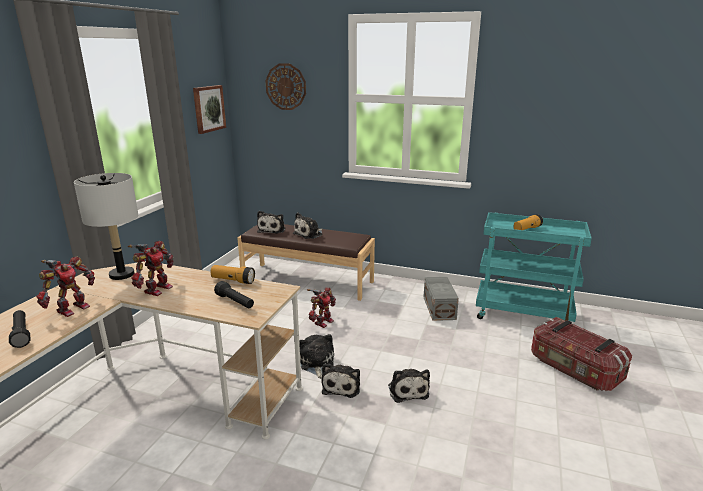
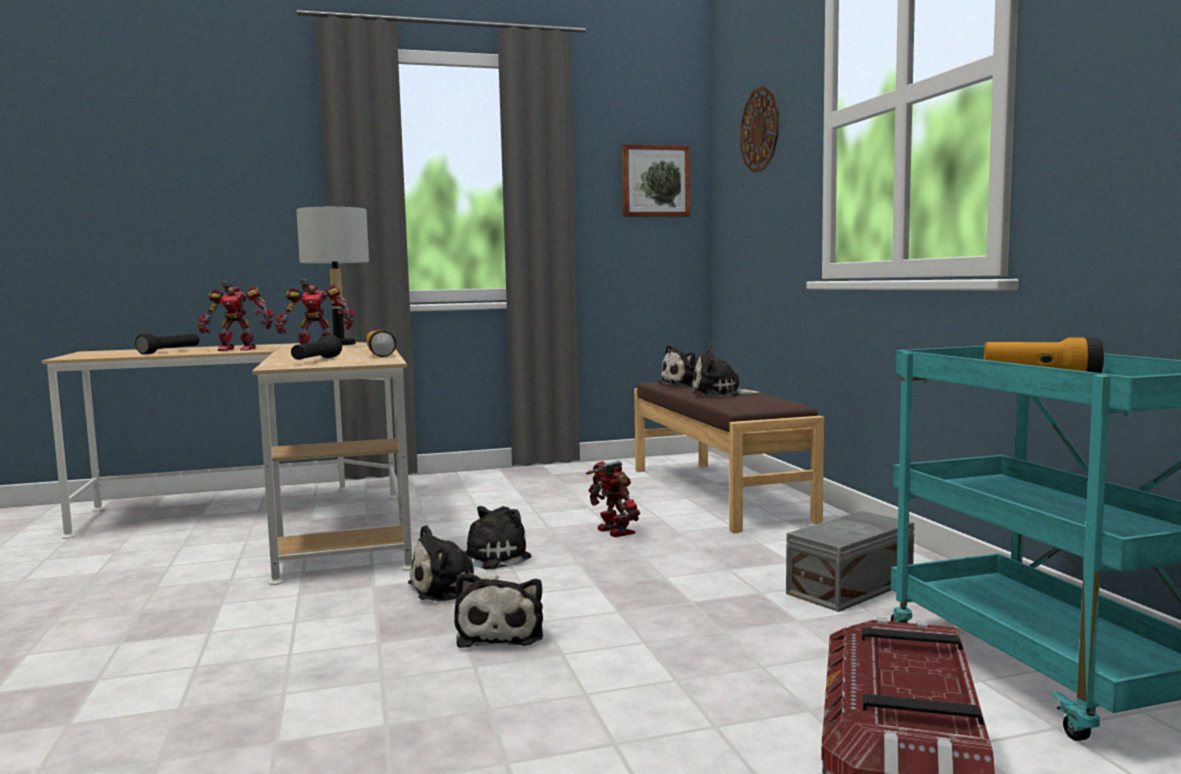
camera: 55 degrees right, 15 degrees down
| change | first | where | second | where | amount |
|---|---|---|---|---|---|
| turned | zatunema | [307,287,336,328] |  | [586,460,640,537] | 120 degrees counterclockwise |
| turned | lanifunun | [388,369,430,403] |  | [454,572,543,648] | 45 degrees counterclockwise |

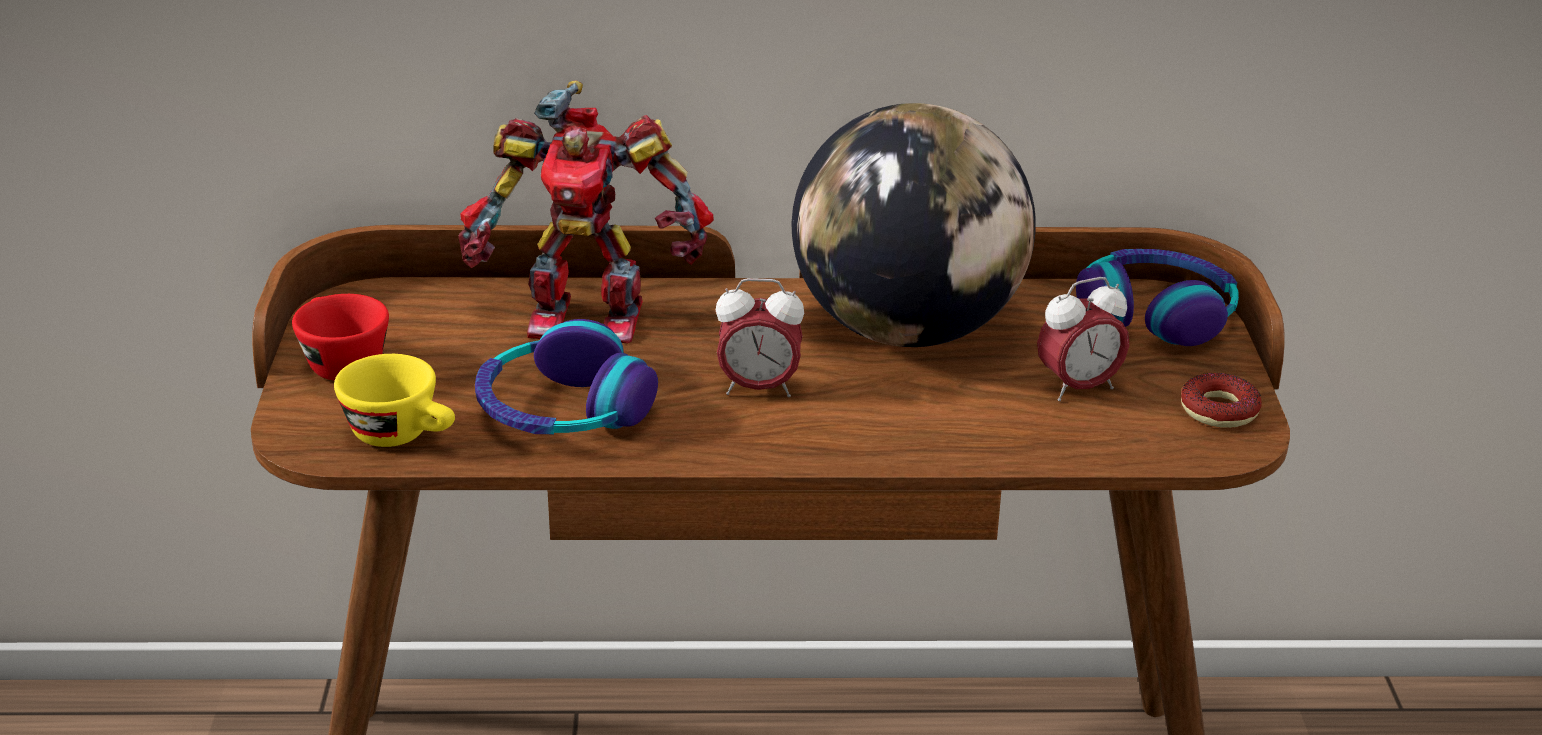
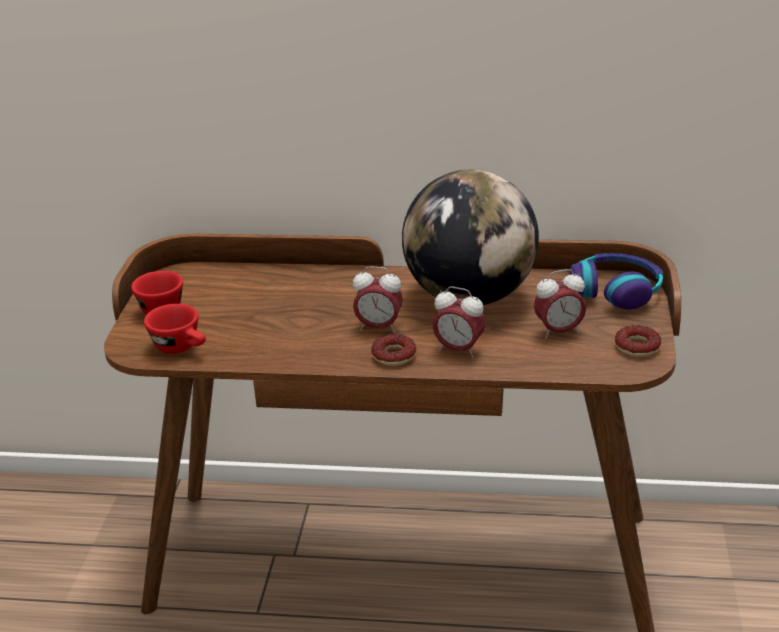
camera: 10 degrees right, 0 degrees up
| change | first | where | second | where | amount |
|---|---|---|---|---|---|
| removed | zatunema | [458,80,714,343] |  |  |  |
| removed | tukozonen | [475,319,658,435] |  |  |  |
| added |  |  | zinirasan | [371,334,416,366] |  |
| added |  |  | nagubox | [433,286,486,358] |  |
| recoloured | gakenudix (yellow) | [334,354,455,447] | gakenudix (red) | [144,304,206,354] |  |

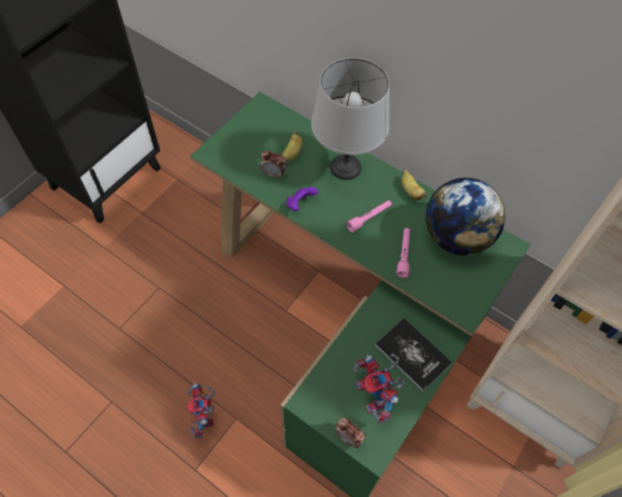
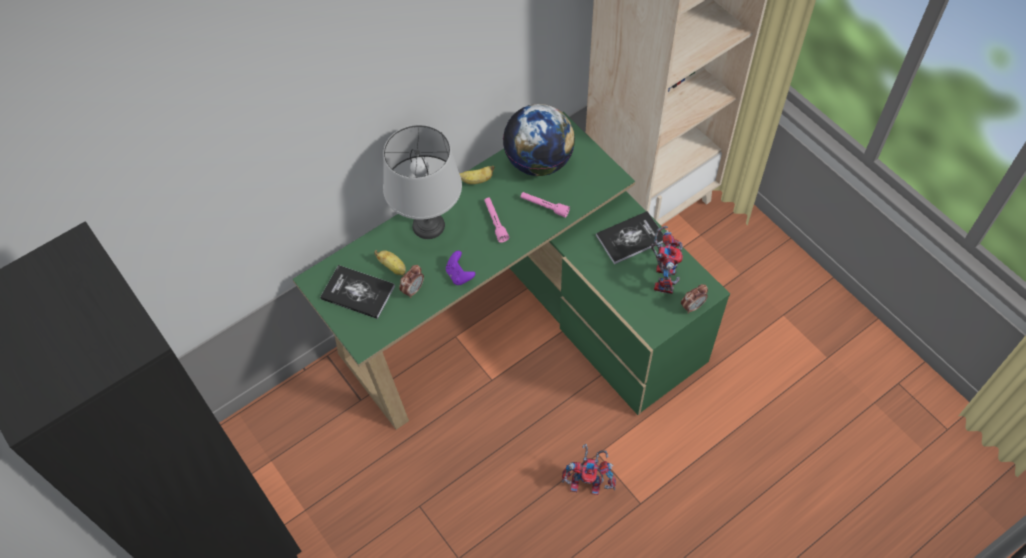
camera: 70 degrees left, 0 degrees up
| change | first | where | second | where | amount |
|---|---|---|---|---|---|
| added |  |  | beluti | [320,265,395,319] |  |
| turned | zatunema | [353,353,405,425] |  | [651,226,683,294] | 75 degrees counterclockwise |

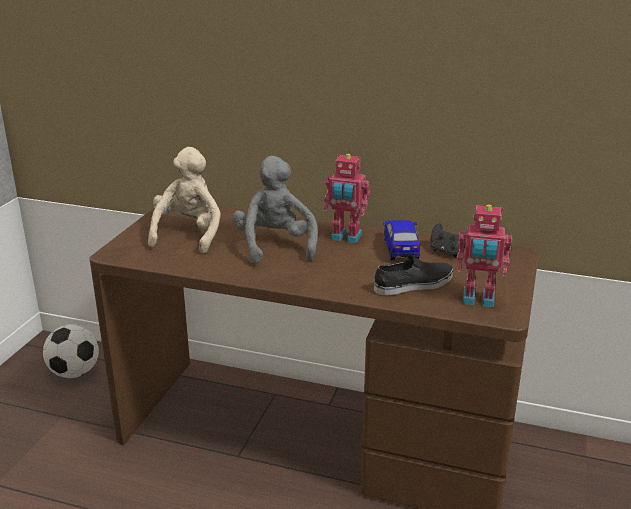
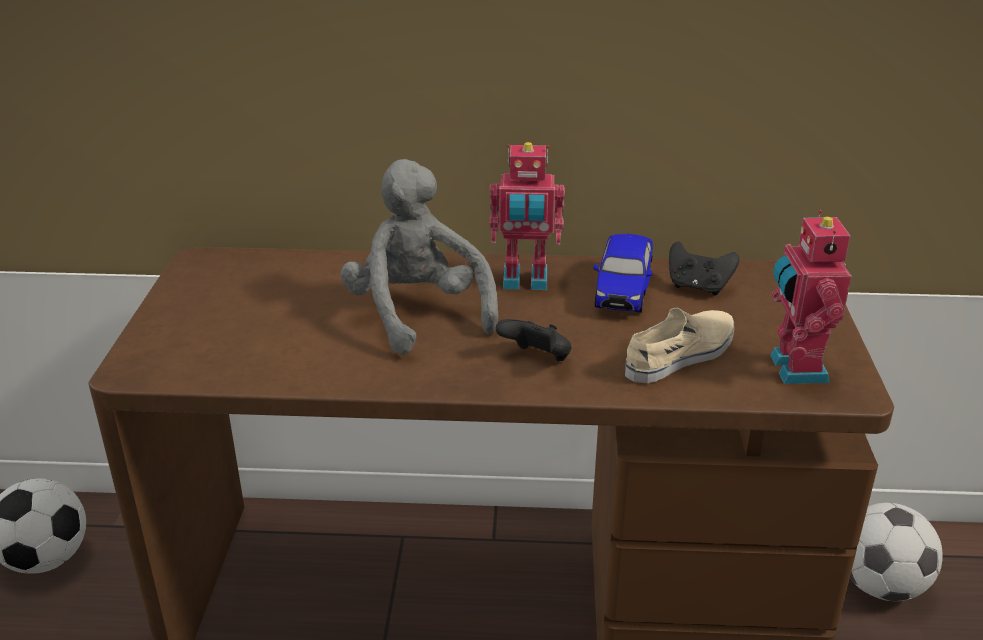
camera: 15 degrees left, 5 degrees up
| change | first | where | second | where | amount |
|---|---|---|---|---|---|
| removed | lanifunun (beige) | [148,147,221,253] |  |  |  |
| added |  |  | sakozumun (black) | [496,319,571,361] |  |
| added |  |  | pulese | [850,503,943,601] |  |
| recoloured | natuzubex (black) | [374,255,453,295] | natuzubex (beige) | [625,308,734,383] |  |
| turned | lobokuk | [383,220,420,261] |  | [594,234,653,313] | 150 degrees counterclockwise |
| turned | zatunema | [457,204,512,307] |  | [770,210,852,384] | 90 degrees clockwise |

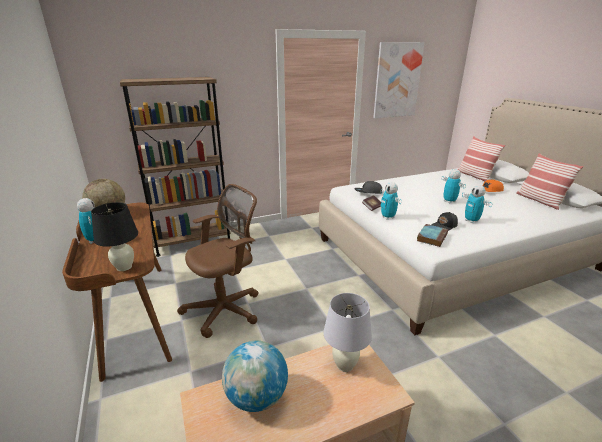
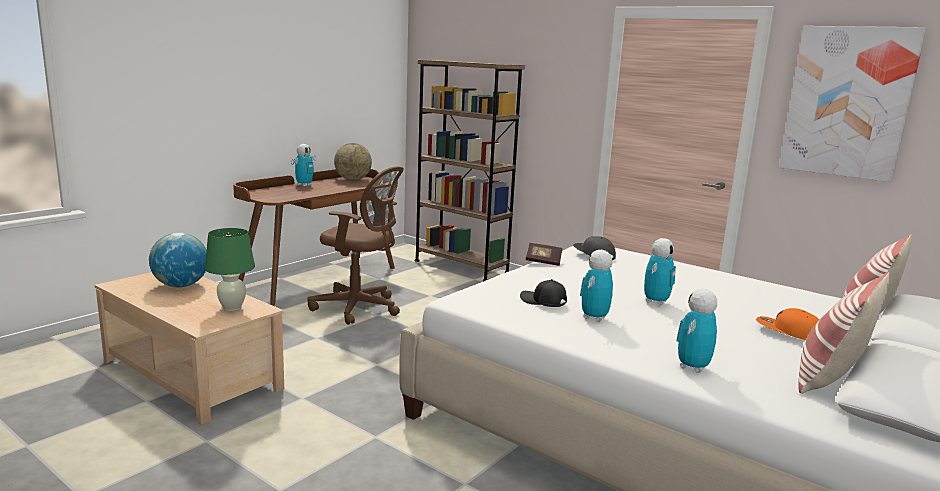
camera: 60 degrees right, 10 degrees down
| change | first | where | second | where | amount |
|---|---|---|---|---|---|
| removed | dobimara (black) | [91,202,138,271] |  |  |  |
| removed | beluti | [417,224,448,247] |  |  |  |
| moved | zatunema | [380,182,402,220] |  | [676,288,717,373] |  |
| recoloured | dobimara (white) | [323,293,372,372] | dobimara (green) | [205,228,255,311] |  |

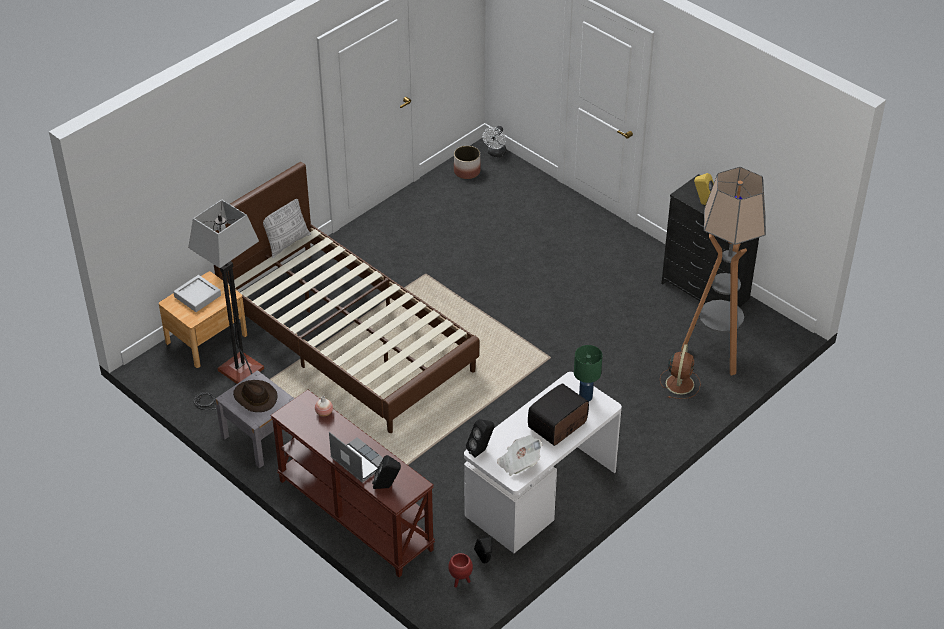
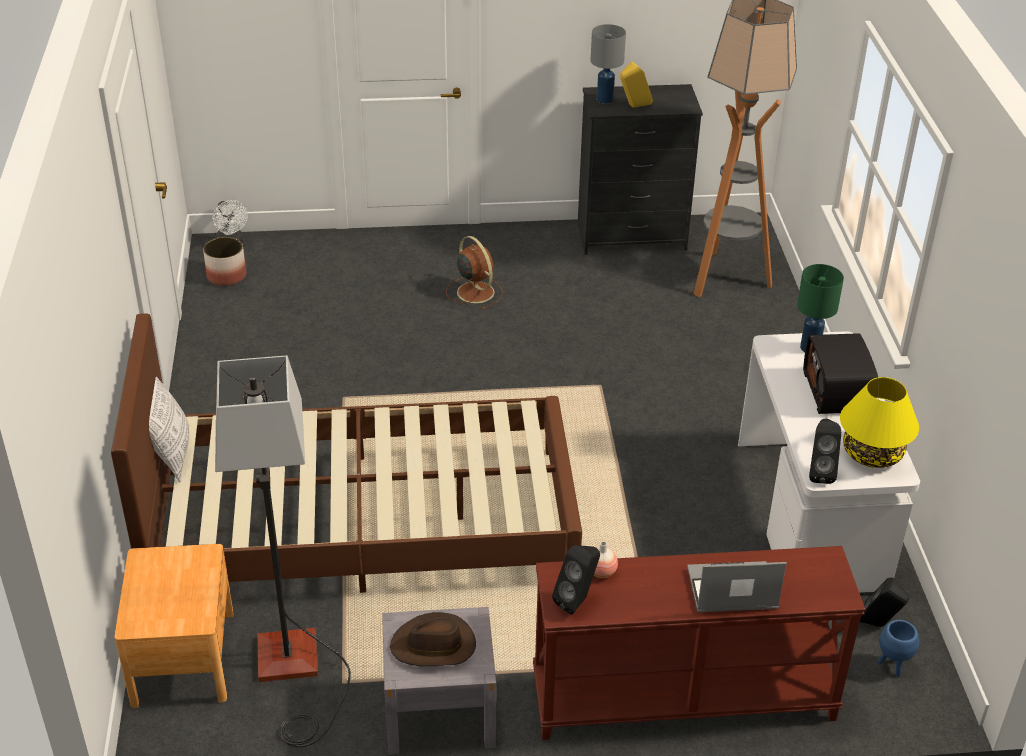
camera: 50 degrees left, 5 degrees down
| change | first | where | second | where | amount |
|---|---|---|---|---|---|
| removed | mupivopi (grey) | [173,275,221,312] |  |  |  |
| added |  |  | dobimara (grey) | [591,24,626,104] |  |
| moved | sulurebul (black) | [372,455,401,489] |  | [552,545,600,615] |  |
| moved | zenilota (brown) | [660,344,701,399] |  | [446,236,503,310] |  |
| replaced | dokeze | [497,435,543,476] | dobimara (yellow) | [840,377,919,468] |  |
| recoloured | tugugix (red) | [448,553,473,588] | tugugix (blue) | [877,620,919,677] |  |

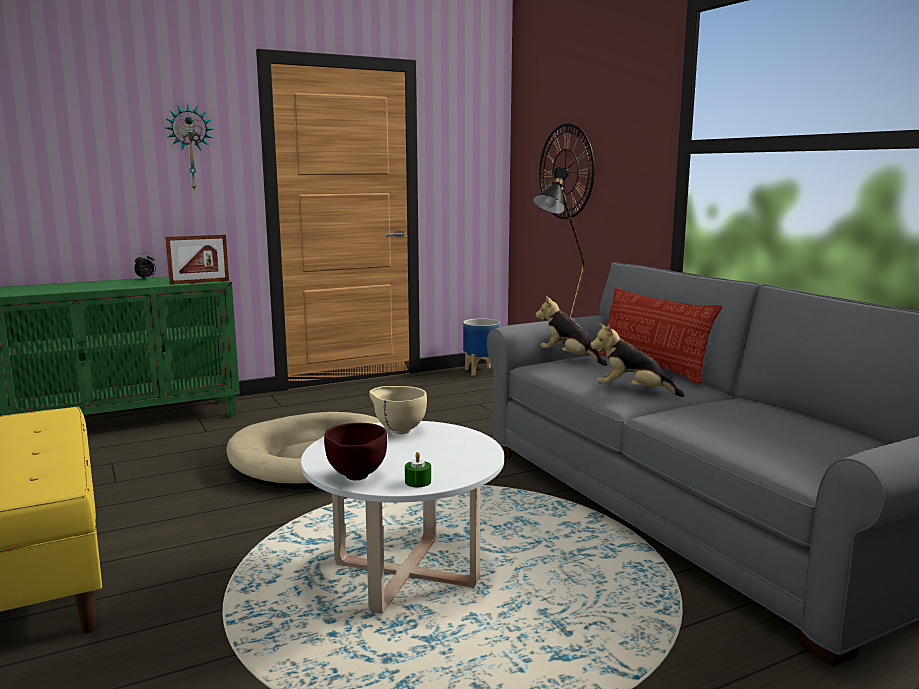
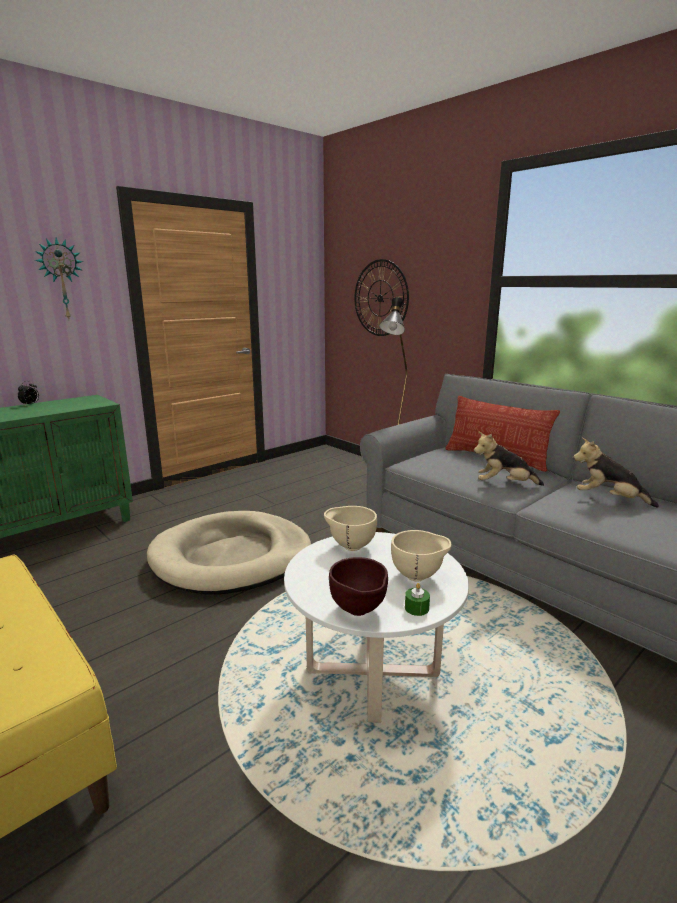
camera: 15 degrees left, 5 degrees up
| change | first | where | second | where | amount |
|---|---|---|---|---|---|
| removed | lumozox | [165,234,229,285] |  |  |  |
| removed | tugugix | [463,319,500,376] |  |  |  |
| added |  |  | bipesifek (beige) | [391,530,451,581] |  |
| moved | lanifunun | [535,296,608,366] |  | [573,438,659,508] |  |

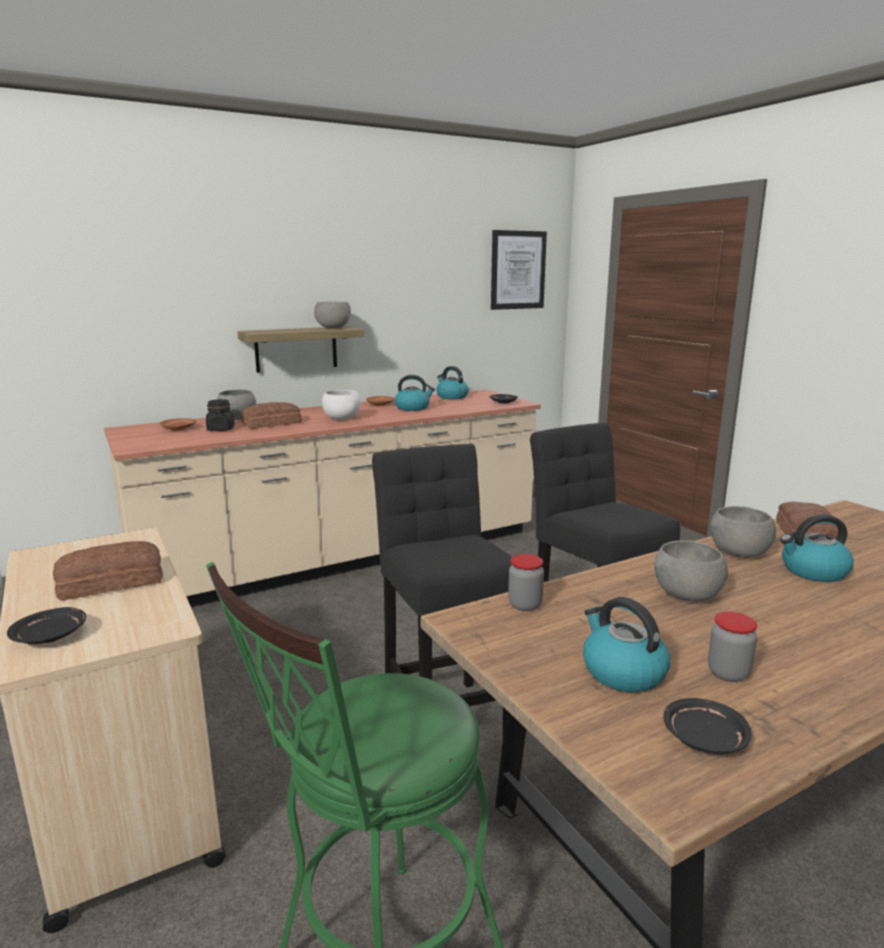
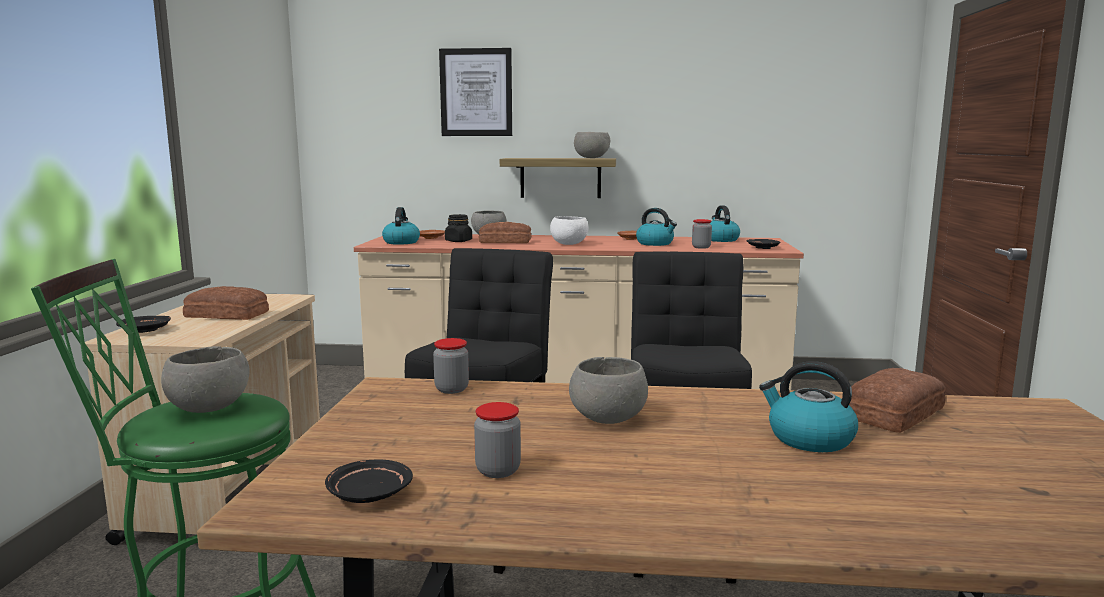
camera: 35 degrees right, 5 degrees down
| change | first | where | second | where | amount |
|---|---|---|---|---|---|
| added |  |  | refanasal | [692,219,712,249] |  |
| moved | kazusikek | [491,230,547,310] |  | [439,48,512,136] |  |
| moved | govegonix | [583,597,670,692] |  | [382,207,420,245] |  |
| moved | bipesifek (grey) | [711,506,776,558] |  | [161,346,250,413] |  |

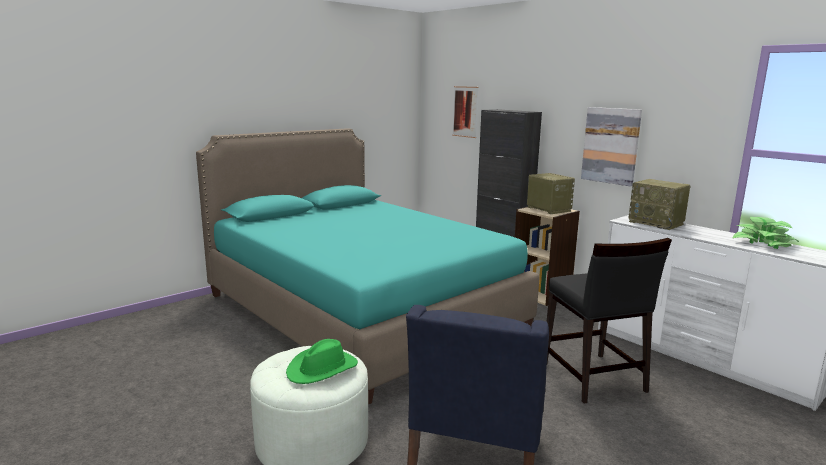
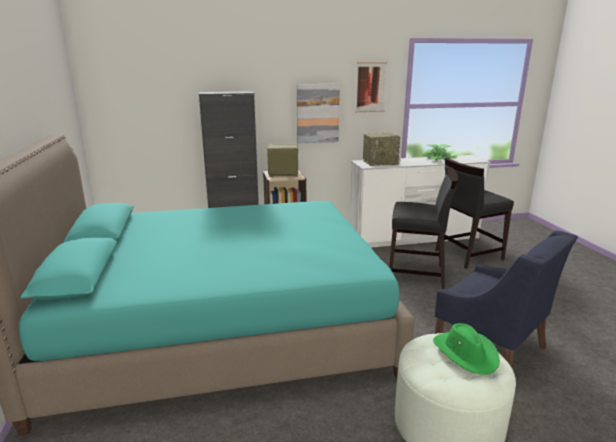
camera: 60 degrees left, 5 degrees up
| change | first | where | second | where | amount |
|---|---|---|---|---|---|
| added |  |  | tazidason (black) | [435,158,514,269] |  |
| moved | kazusikek | [452,86,479,138] |  | [355,62,387,112] |  |

